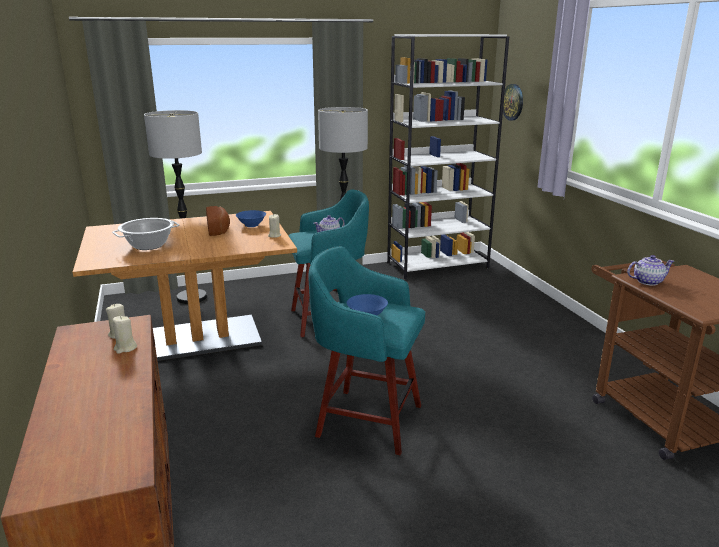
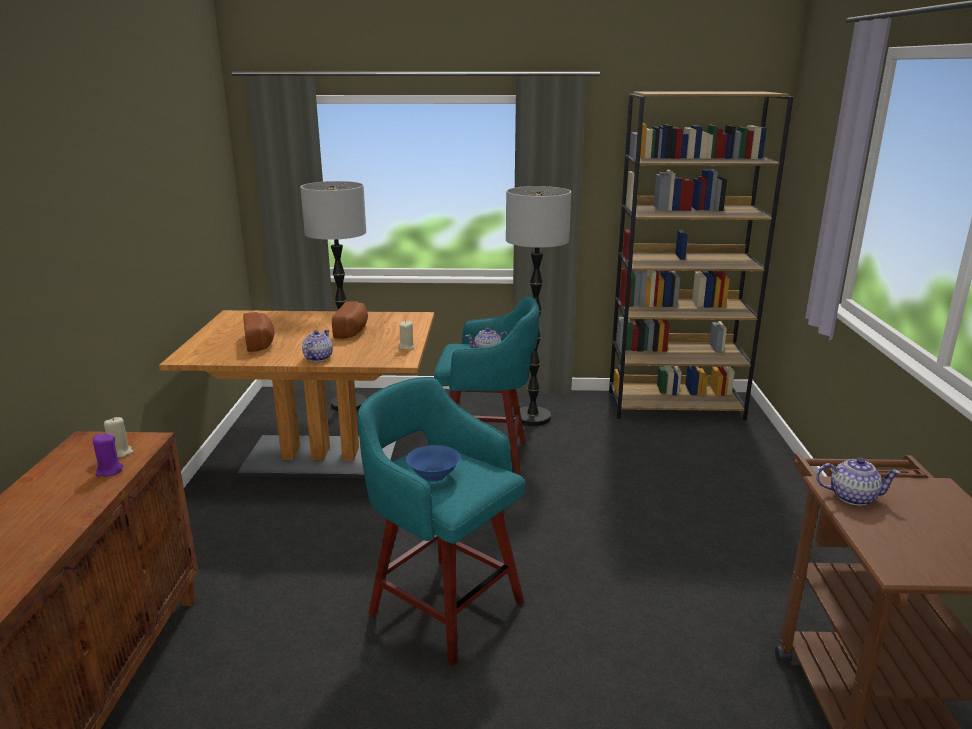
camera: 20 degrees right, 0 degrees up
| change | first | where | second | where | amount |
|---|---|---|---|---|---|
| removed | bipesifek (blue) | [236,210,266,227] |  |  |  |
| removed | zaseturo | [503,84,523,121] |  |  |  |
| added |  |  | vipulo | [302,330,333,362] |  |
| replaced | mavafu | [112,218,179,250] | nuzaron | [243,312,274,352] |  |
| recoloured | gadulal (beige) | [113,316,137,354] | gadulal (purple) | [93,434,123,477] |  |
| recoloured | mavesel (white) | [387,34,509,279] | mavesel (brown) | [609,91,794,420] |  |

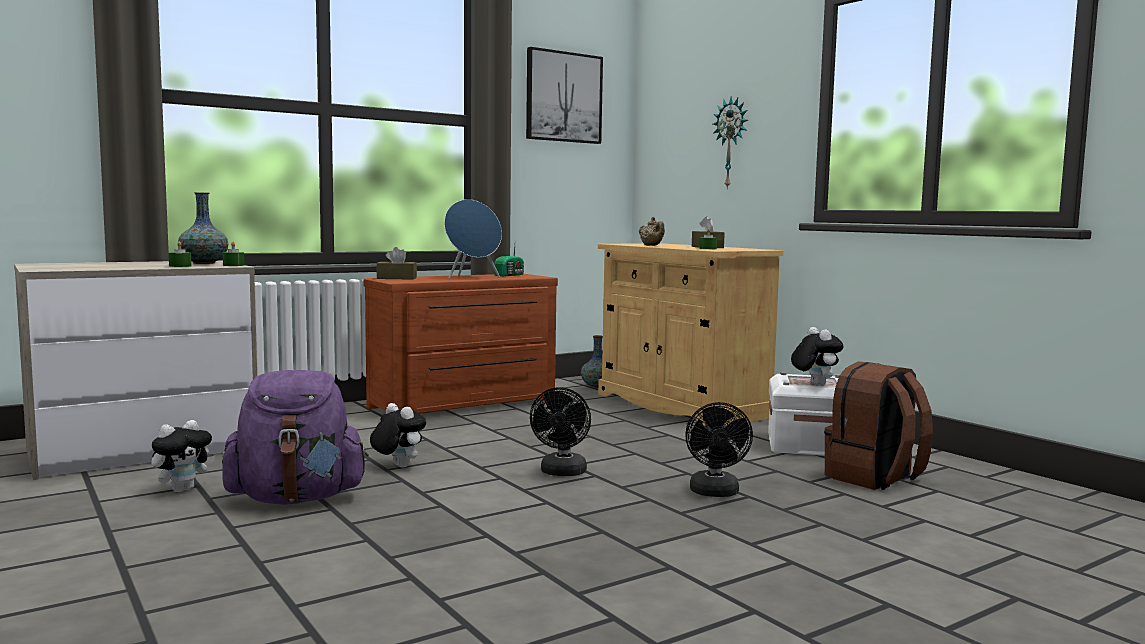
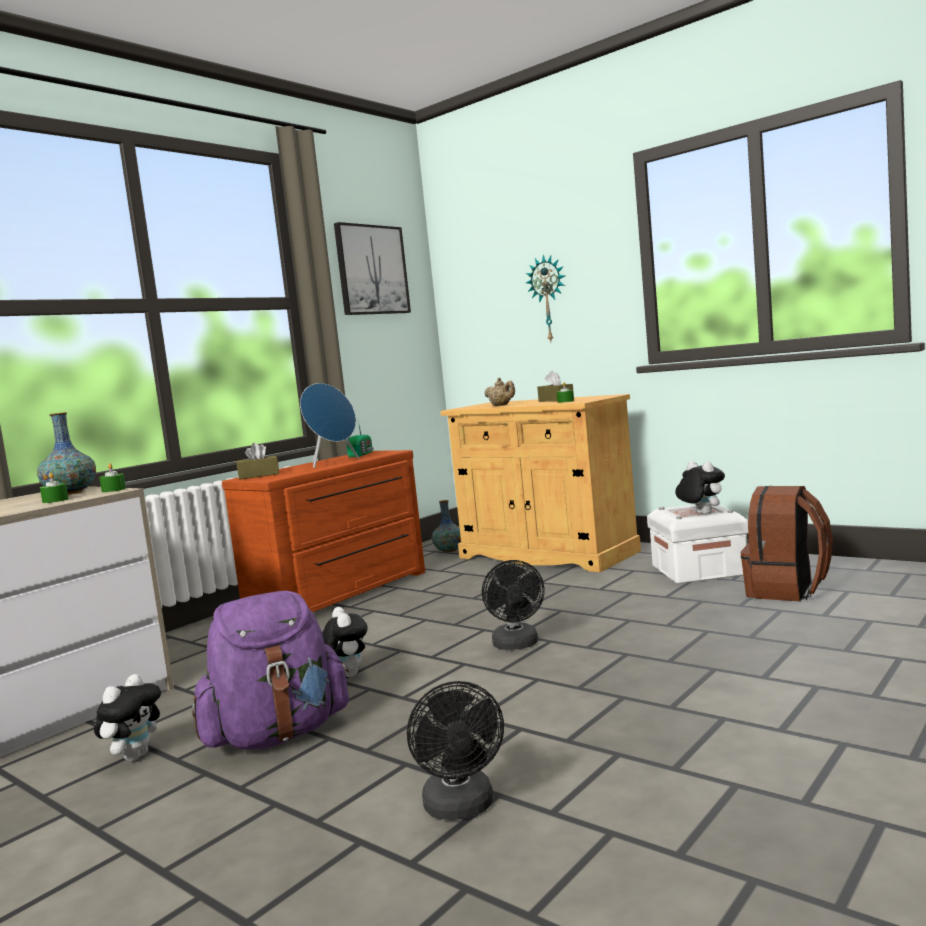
camera: 15 degrees left, 0 degrees up
| change | first | where | second | where | amount |
|---|---|---|---|---|---|
| moved | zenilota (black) | [685,402,753,497] |  | [407,681,504,820] |  |
| turned | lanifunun | [370,403,426,468] |  | [322,607,368,677] | 45 degrees clockwise |

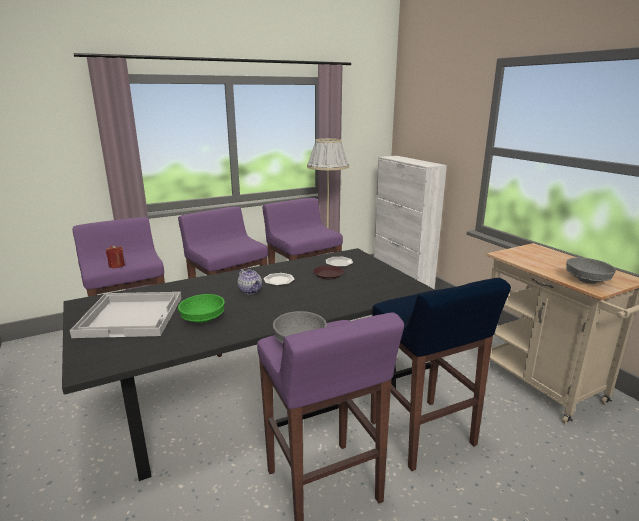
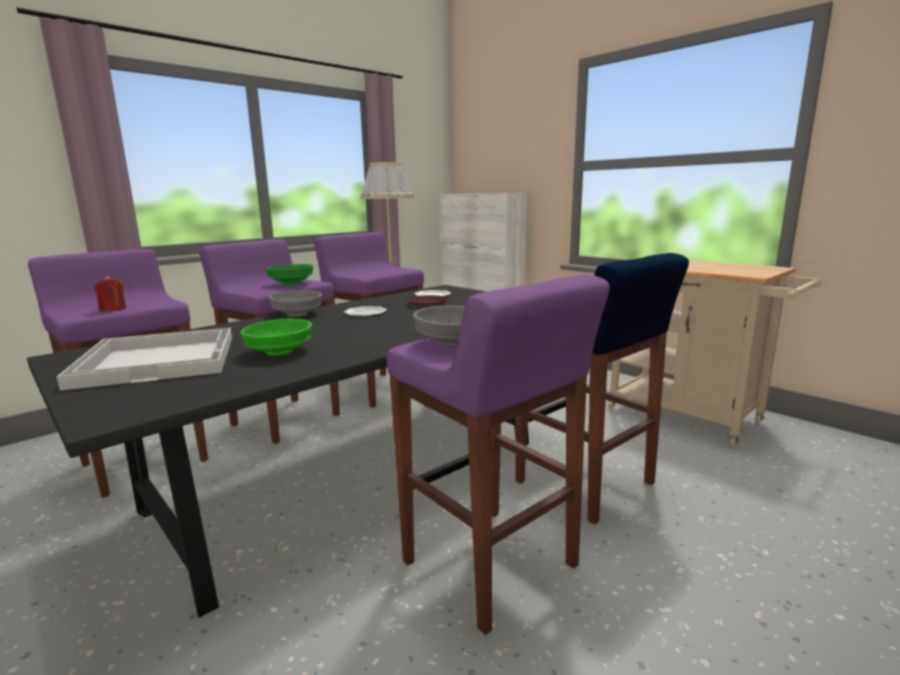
camera: 15 degrees left, 5 degrees down
| change | first | where | second | where | amount |
|---|---|---|---|---|---|
| removed | vipulo | [237,269,262,294] |  |  |  |
| added |  |  | bipesifek (green) | [266,264,313,285] |  |
| moved | bipesifek (grey) | [566,258,616,284] |  | [269,290,322,317] |  |

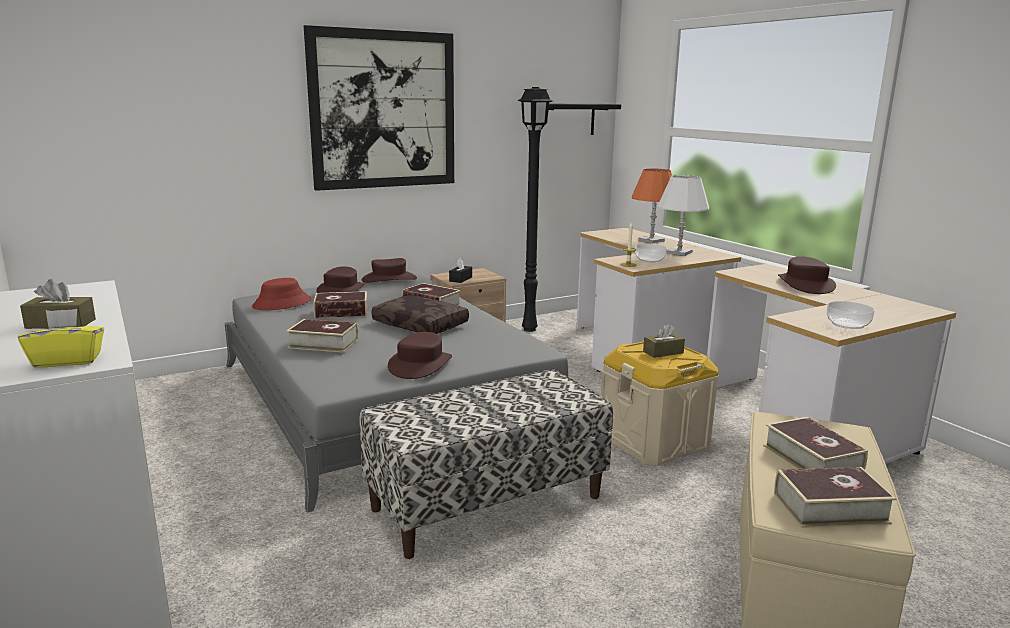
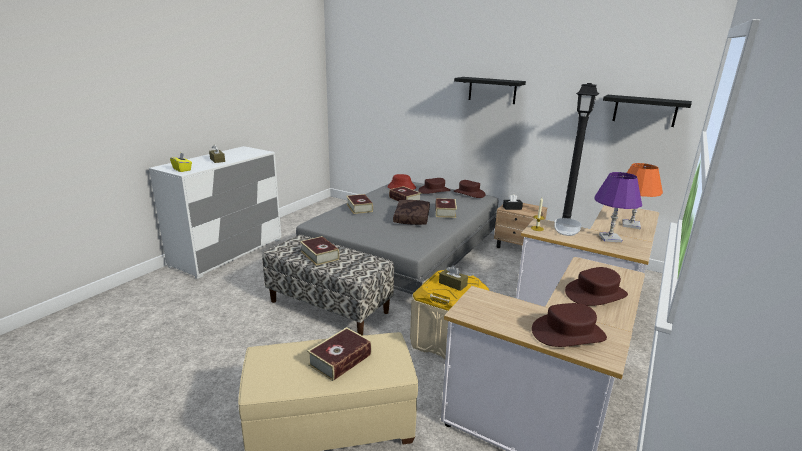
camera: 60 degrees right, 5 degrees up
| change | first | where | second | where | amount |
|---|---|---|---|---|---|
| removed | bipesifek | [827,301,875,329] |  |  |  |
| moved | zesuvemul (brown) | [388,332,452,379] |  | [532,303,607,347] |  |
| moved | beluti | [774,467,897,528] |  | [300,236,340,266] |  |
| replaced | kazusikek | [304,25,454,191] | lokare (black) | [454,77,526,104] |  |
| recoloured | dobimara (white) | [658,175,709,256] | dobimara (purple) | [595,172,642,243] |  |

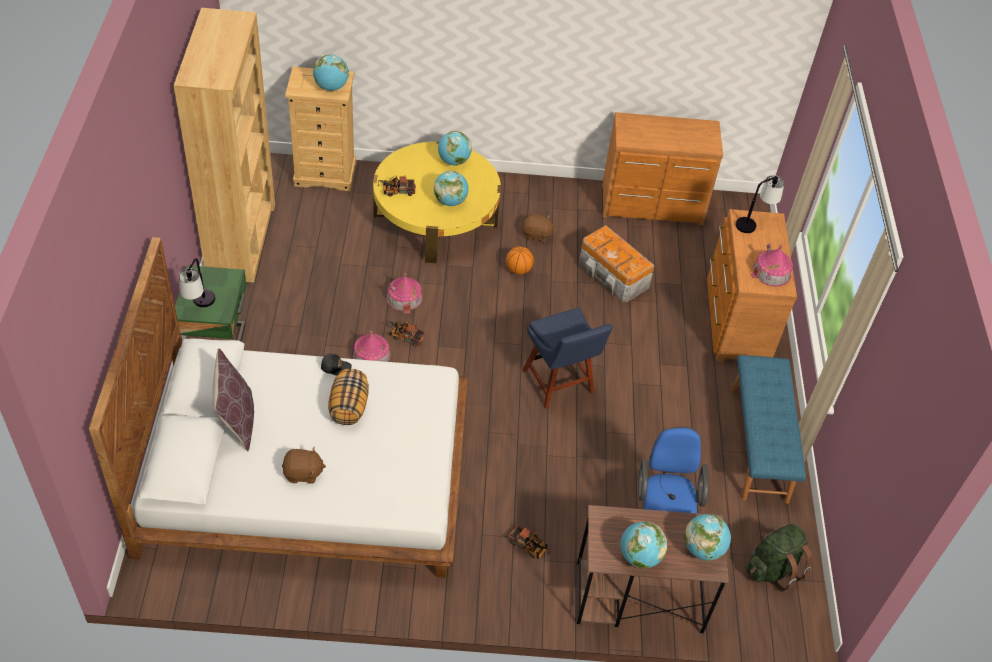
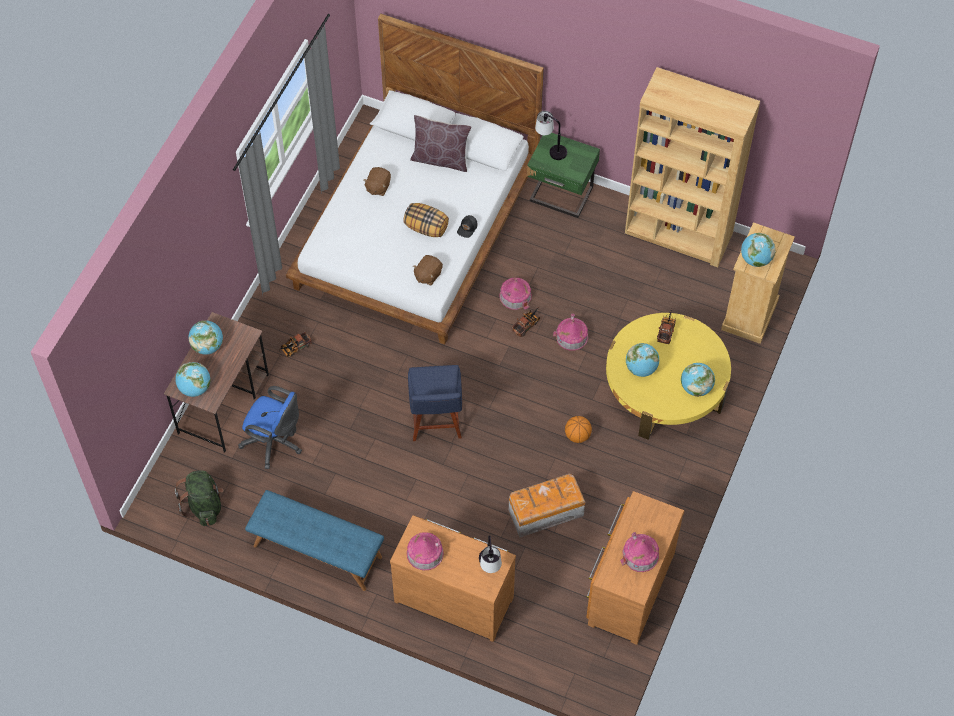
camera: 115 degrees right, 10 degrees up
| change | first | where | second | where | amount |
|---|---|---|---|---|---|
| added |  |  | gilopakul | [620,532,659,572] |  |
| moved | lanifunun (brown) | [522,214,556,243] |  | [413,255,443,285] |  |
| turned | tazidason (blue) | [523,308,613,409] |  | [408,365,462,441] | 90 degrees counterclockwise |

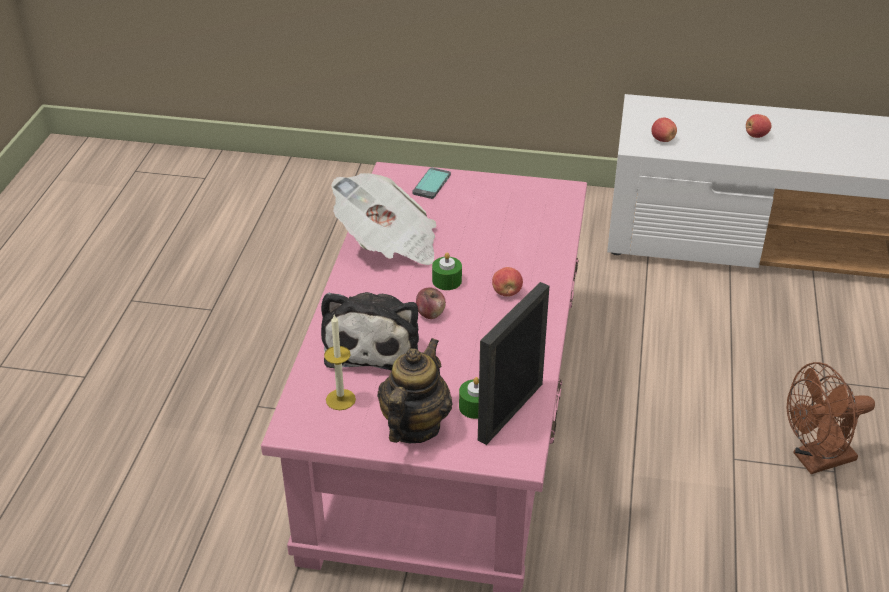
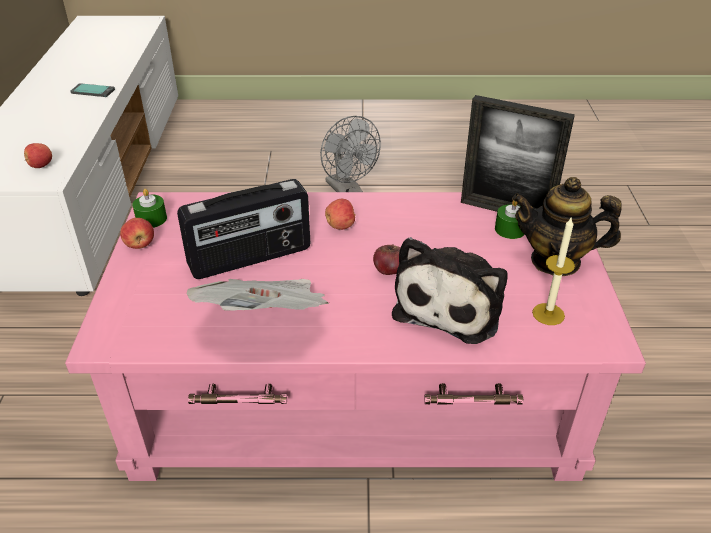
camera: 100 degrees left, 0 degrees up
| change | first | where | second | where | amount |
|---|---|---|---|---|---|
| added |  |  | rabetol | [177,179,310,279] |  |
| moved | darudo | [413,167,451,199] |  | [71,83,115,97] |  |
| moved | gadulal (green) | [432,252,462,290] |  | [132,189,167,228] |  |
| moved | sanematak | [746,114,771,138] |  | [120,218,154,249] |  |
| recoloured | zenilota (brown) | [787,362,875,474] | zenilota (grey) | [320,116,381,192] |  |
| turned | lanifunun | [321,292,419,371] |  | [392,237,508,344] | 120 degrees clockwise |

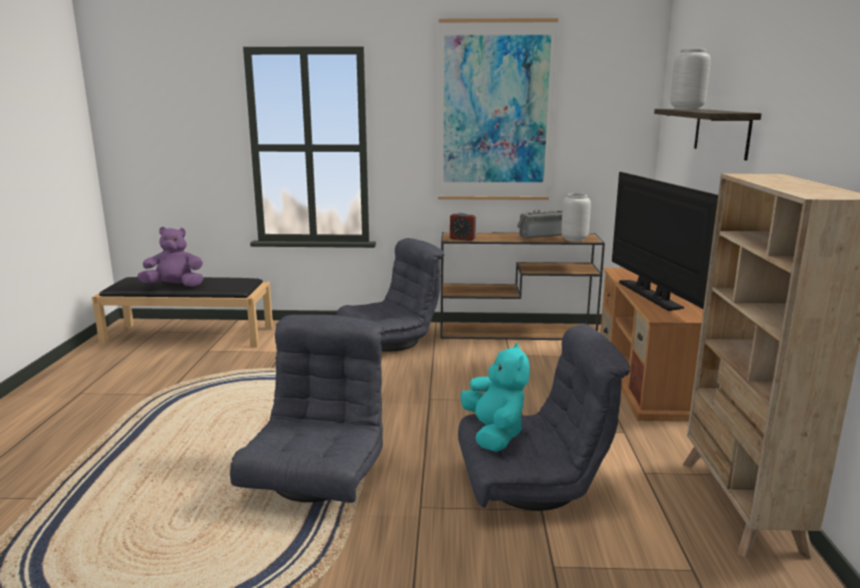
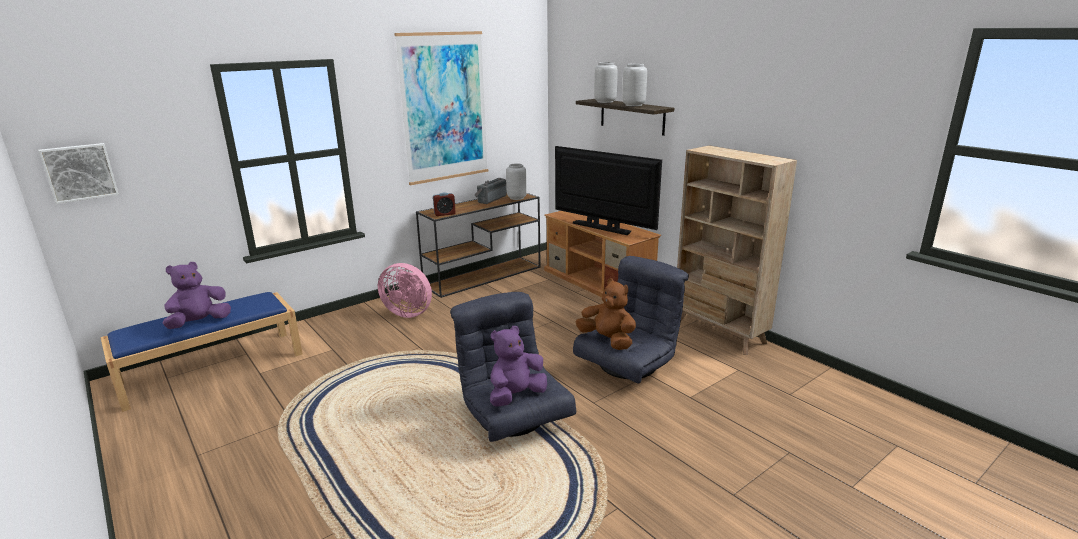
camera: 40 degrees left, 5 degrees up
| change | first | where | second | where | amount |
|---|---|---|---|---|---|
| added |  |  | kazusikek | [38,143,119,204] |  |
| added |  |  | lanifunun (purple) | [490,326,547,407] |  |
| added |  |  | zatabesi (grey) | [622,64,647,106] |  |
| replaced | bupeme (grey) | [337,238,444,352] | zenilota (pink) | [378,263,432,318] |  |
| recoloured | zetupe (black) | [92,277,273,347] | zetupe (blue) | [100,292,303,412] |  |
| recoloured | lanifunun (turquoise) | [460,343,530,452] | lanifunun (brown) | [576,278,636,350] |  |

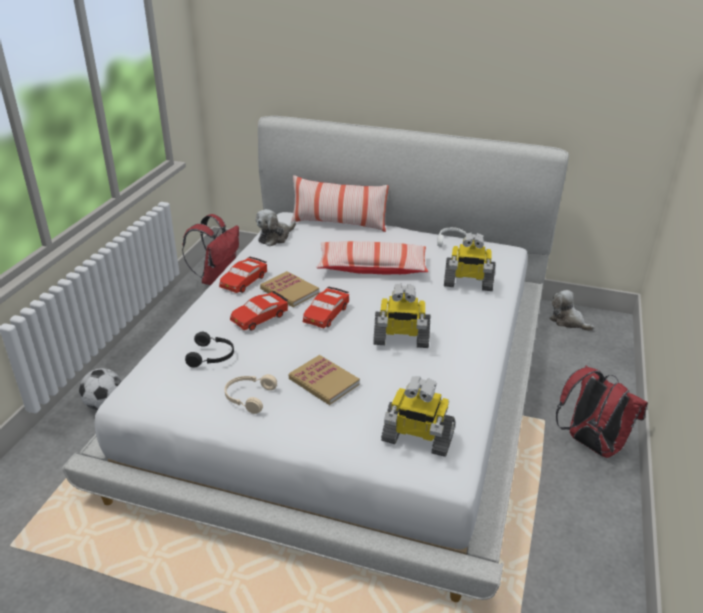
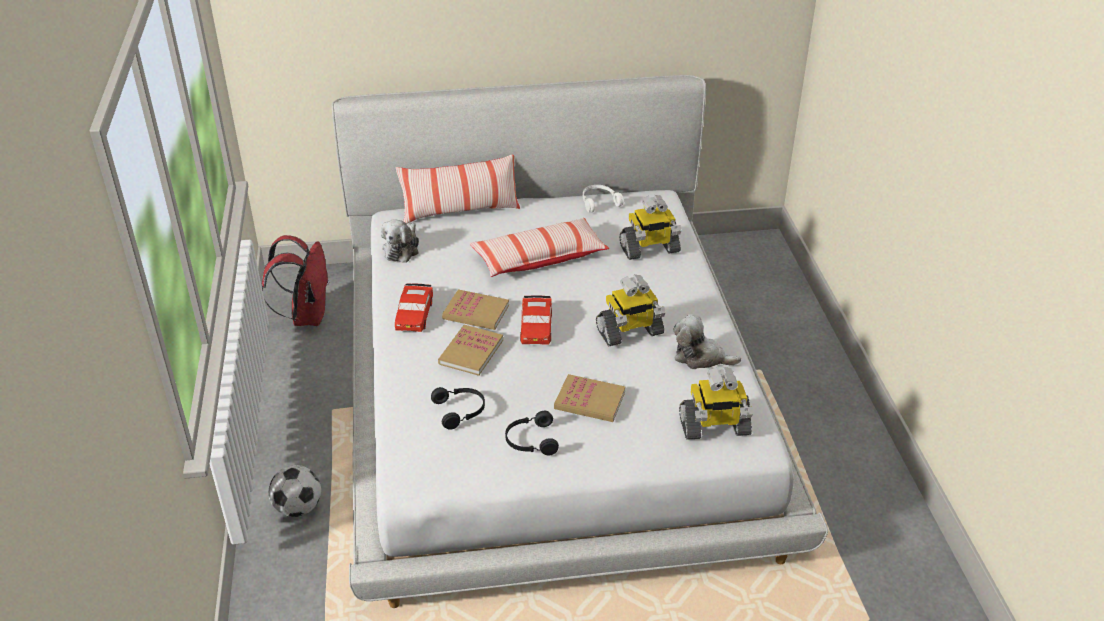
camera: 25 degrees left, 5 degrees up
| change | first | where | second | where | amount |
|---|---|---|---|---|---|
| removed | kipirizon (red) | [556,366,648,458] |  |  |  |
| moved | lanifunun | [549,290,595,331] |  | [674,314,741,369] |  |
| replaced | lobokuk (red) | [230,291,288,331] | beluti | [438,325,503,376] |  |
| recoloured | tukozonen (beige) | [224,374,277,414] | tukozonen (black) | [505,411,559,456] |  |

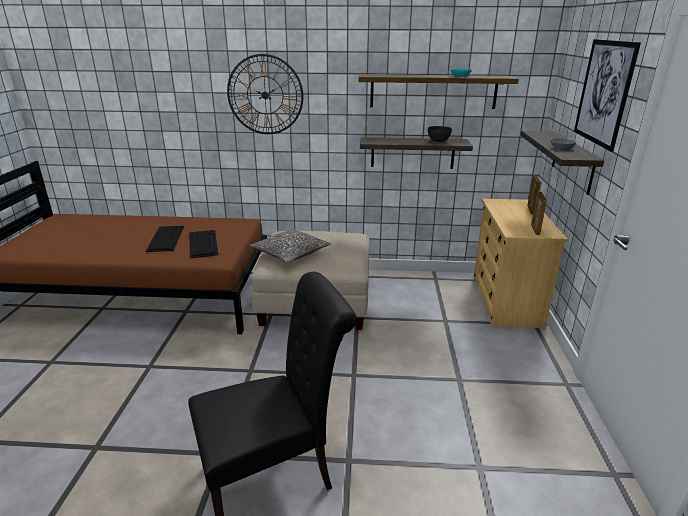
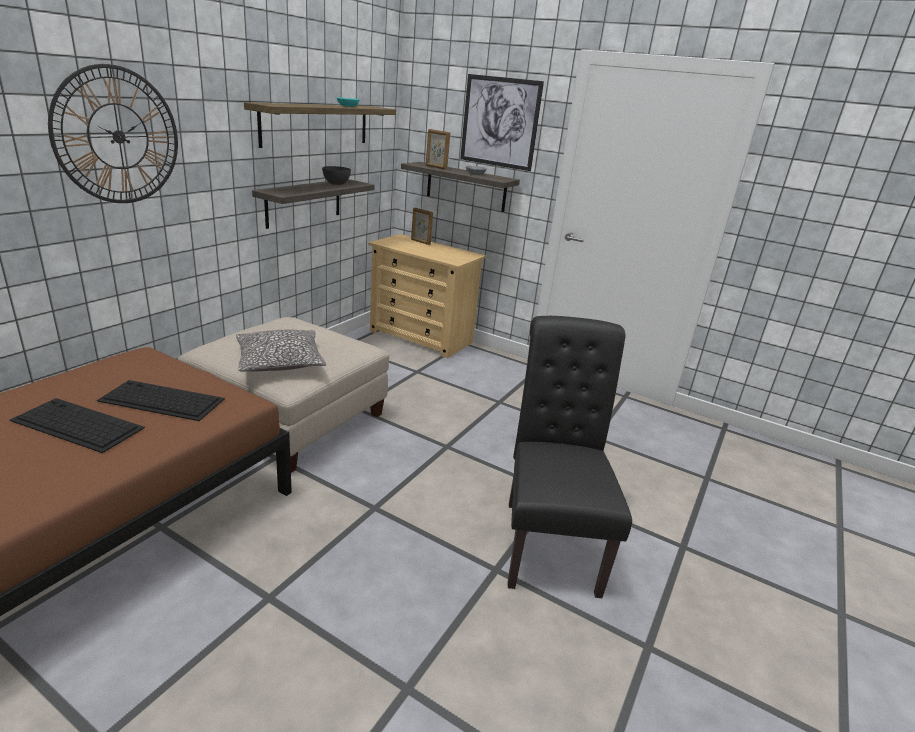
camera: 65 degrees left, 0 degrees up
| change | first | where | second | where | amount |
|---|---|---|---|---|---|
| moved | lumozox | [531,192,547,235] |  | [426,129,450,170] |  |

